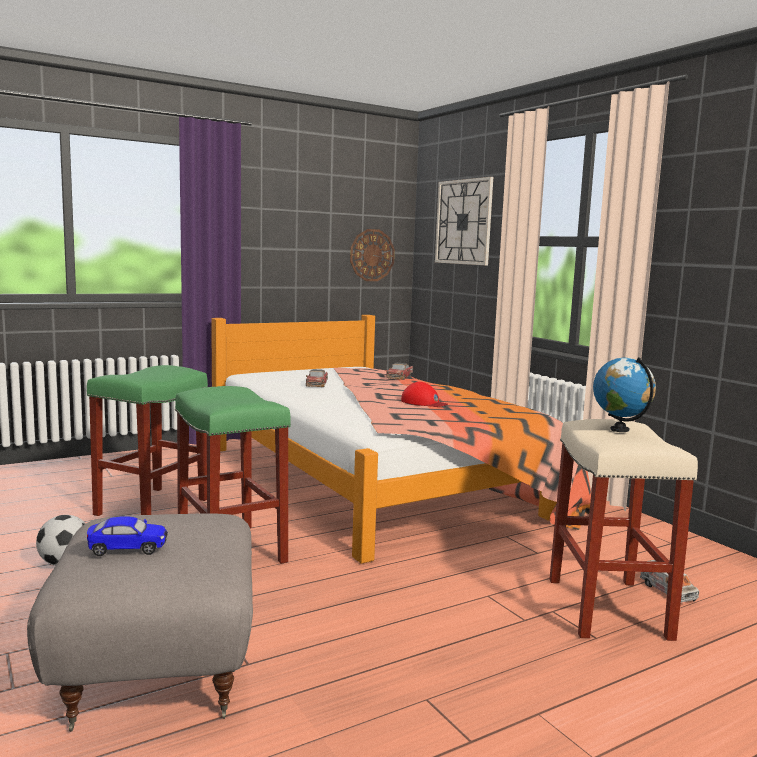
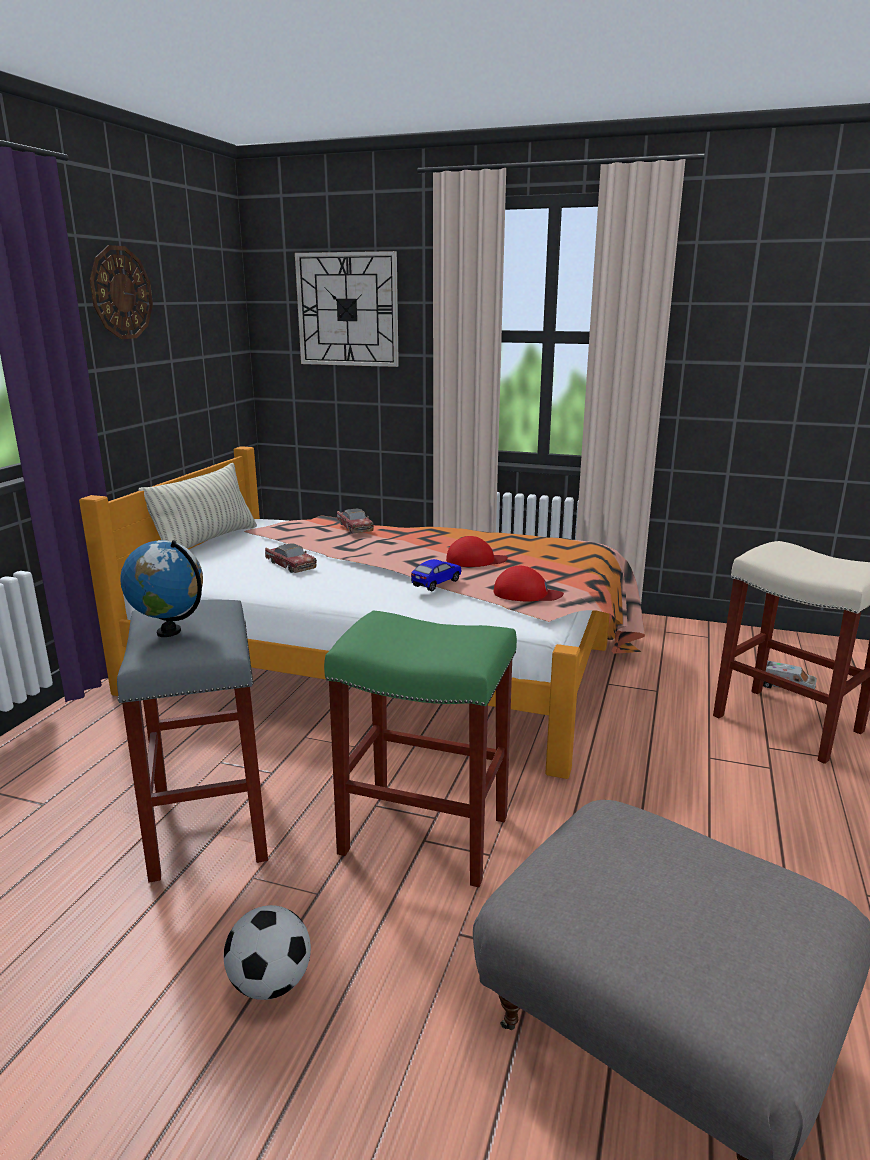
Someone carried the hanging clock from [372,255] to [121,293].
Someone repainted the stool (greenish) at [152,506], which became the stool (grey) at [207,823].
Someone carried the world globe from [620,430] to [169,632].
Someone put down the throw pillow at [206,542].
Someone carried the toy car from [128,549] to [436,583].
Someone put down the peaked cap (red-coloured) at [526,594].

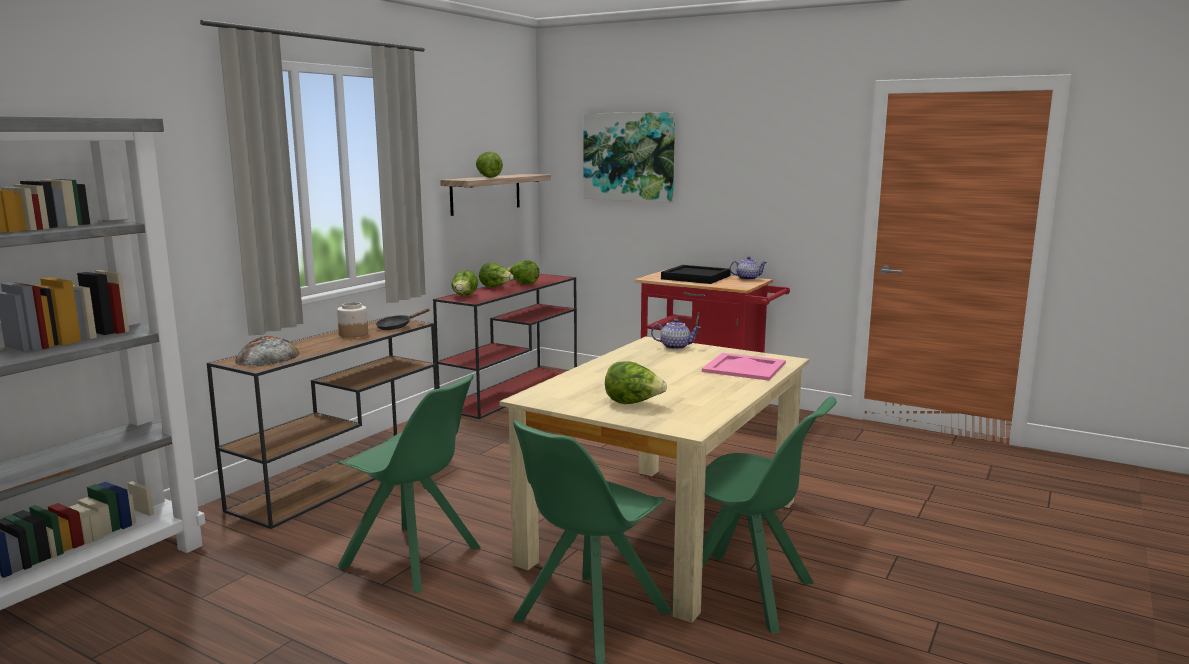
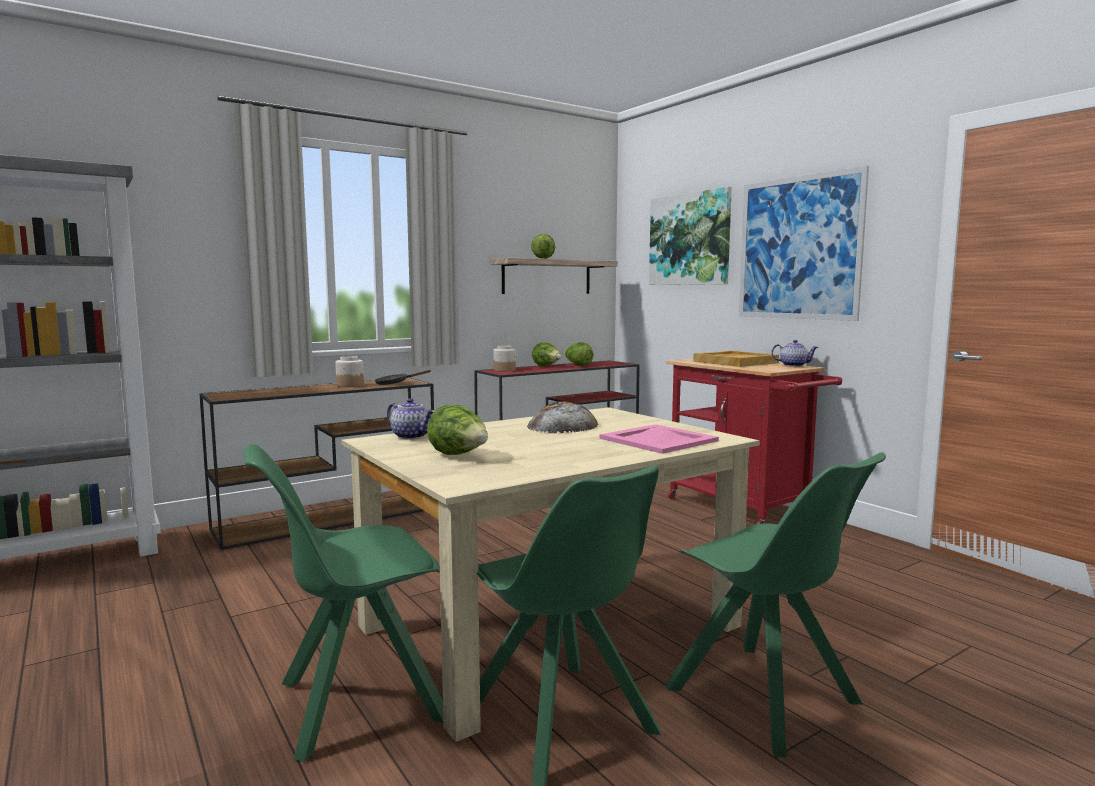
Someone carried the teapot from [675,347] to [412,436].
Someone swapped the lettuce at [465,296] for the jar at [505,370].
Someone carried the baked bread from [267,357] to [562,425].
Someone carried the upright chair (greenish) from [414,559] to [766,698].
Someone repainted the serving tray (black-coloured) at [695,277], which became the serving tray (beige) at [735,362].
Someone put up the wall picture at [798,248].

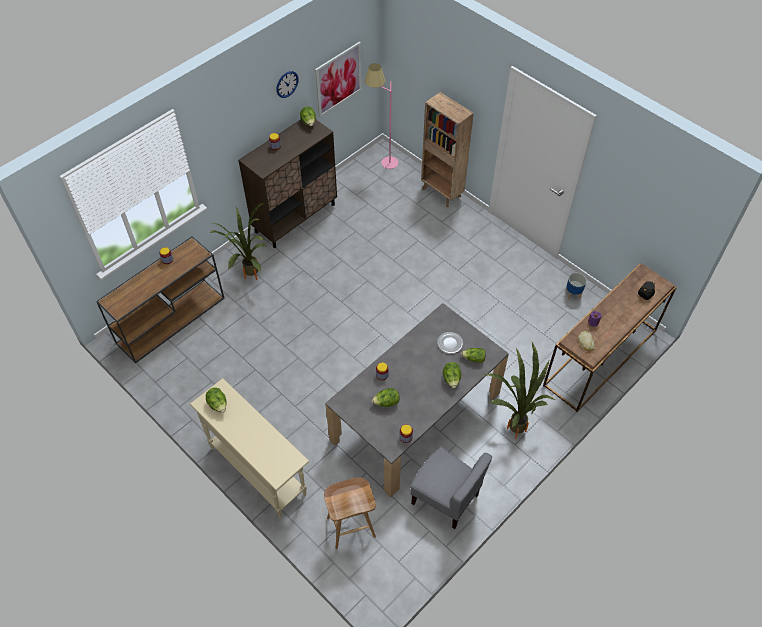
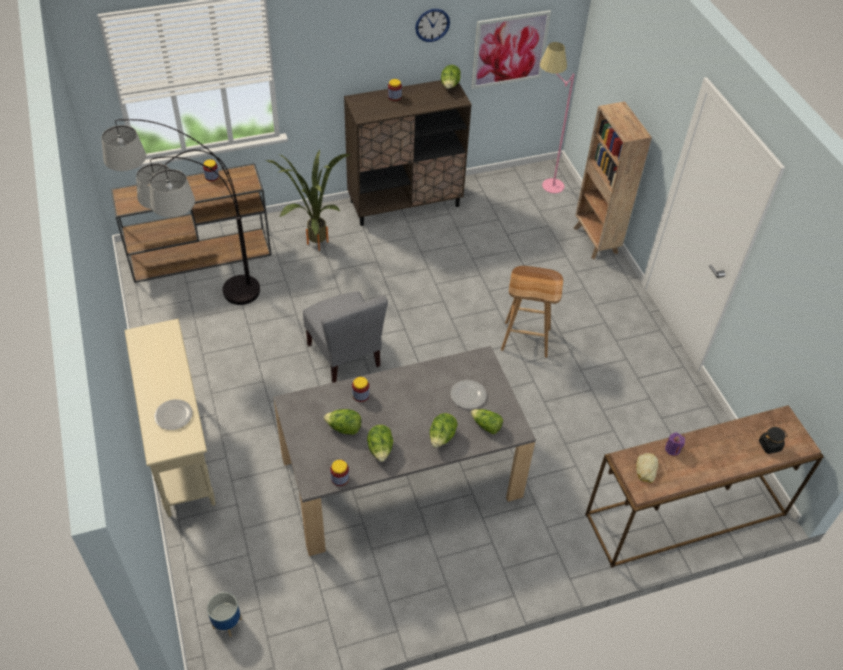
Someone put down the standard lamp at [203,314].
Someone put down the plate at [173,415].
Someone carried the planter from [573,294] to [227,623].
Someone carried the upright chair (grey) from [446,498] to [345,355].
Someone carried the lettuce from [218,404] to [380,450].
Someone carried the stool (brown) from [351,526] to [526,339].
Someone took away the houseplant at [514,425].

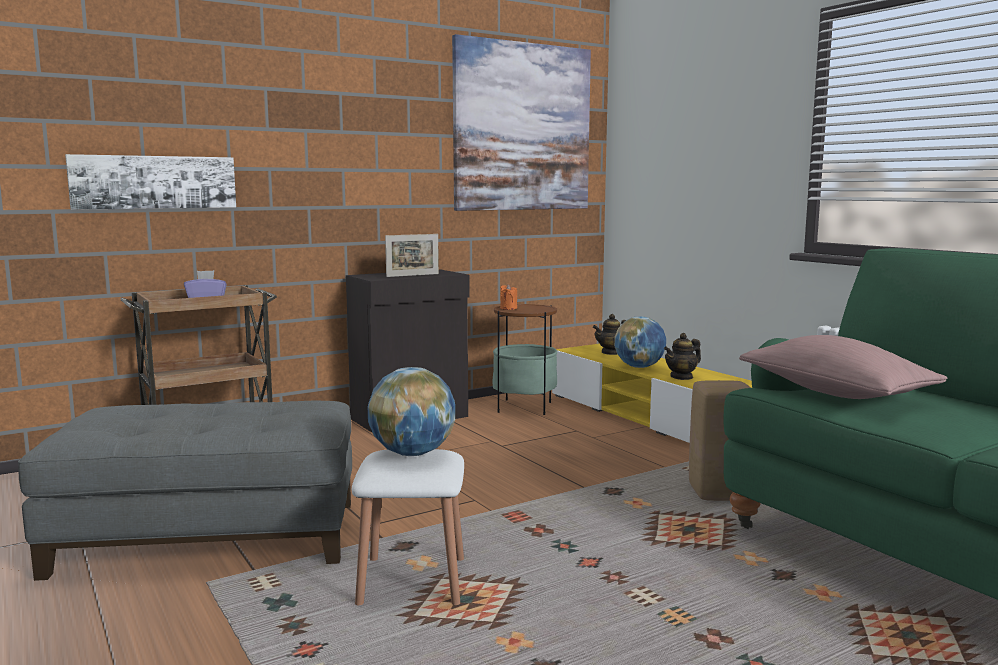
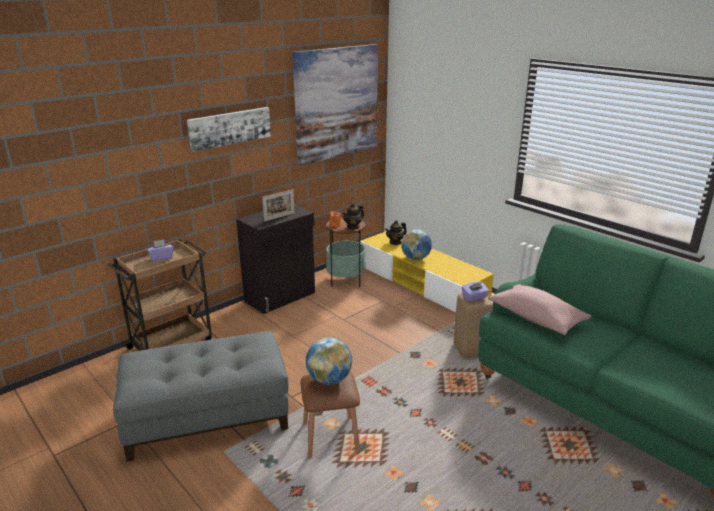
Someone carried the wall picture from [154,182] to [230,128].
Someone repainted the stool (whitish) at [412,581], which became the stool (brown) at [330,437].
Someone carried the teapot from [681,377] to [353,227].
Someone put down the tissue holder (purple) at [474,298].

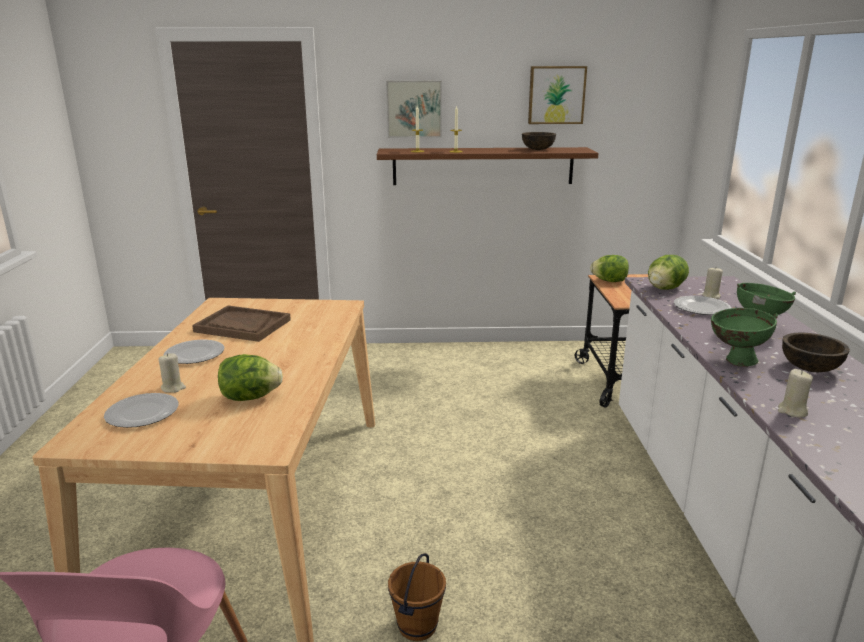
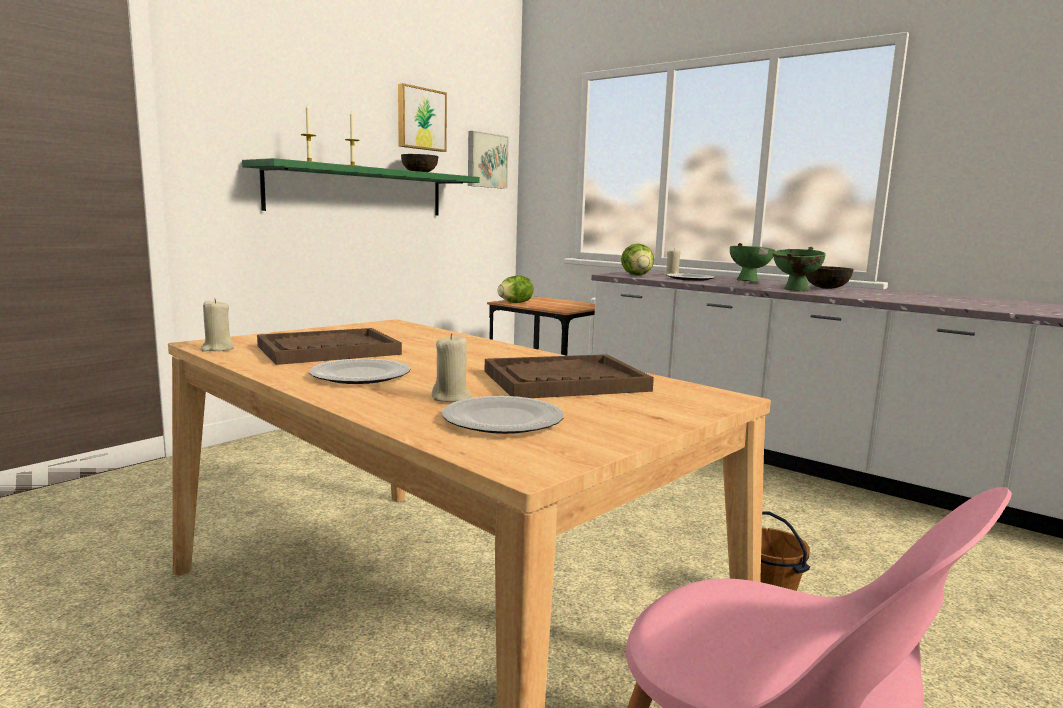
Someone carried the wax light (beige) from [792,411] to [217,349].
Someone repainted the bracket shelf (brown) at [483,166], which became the bracket shelf (greenish) at [359,191].
Someone carried the wall picture from [414,108] to [486,160].
Someone swapped the lettuce at [250,397] for the serving tray (brown) at [564,381].

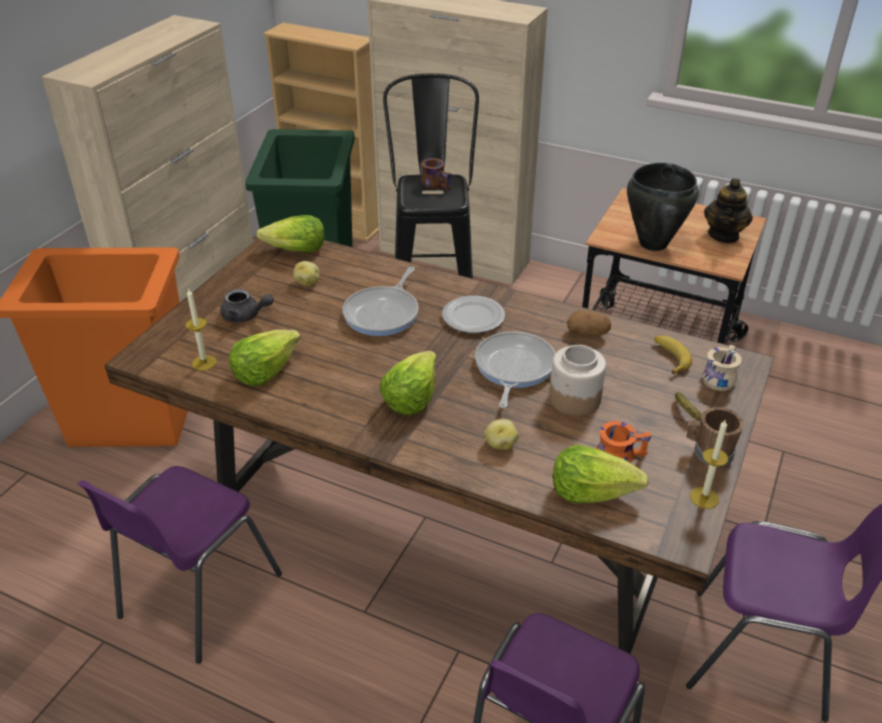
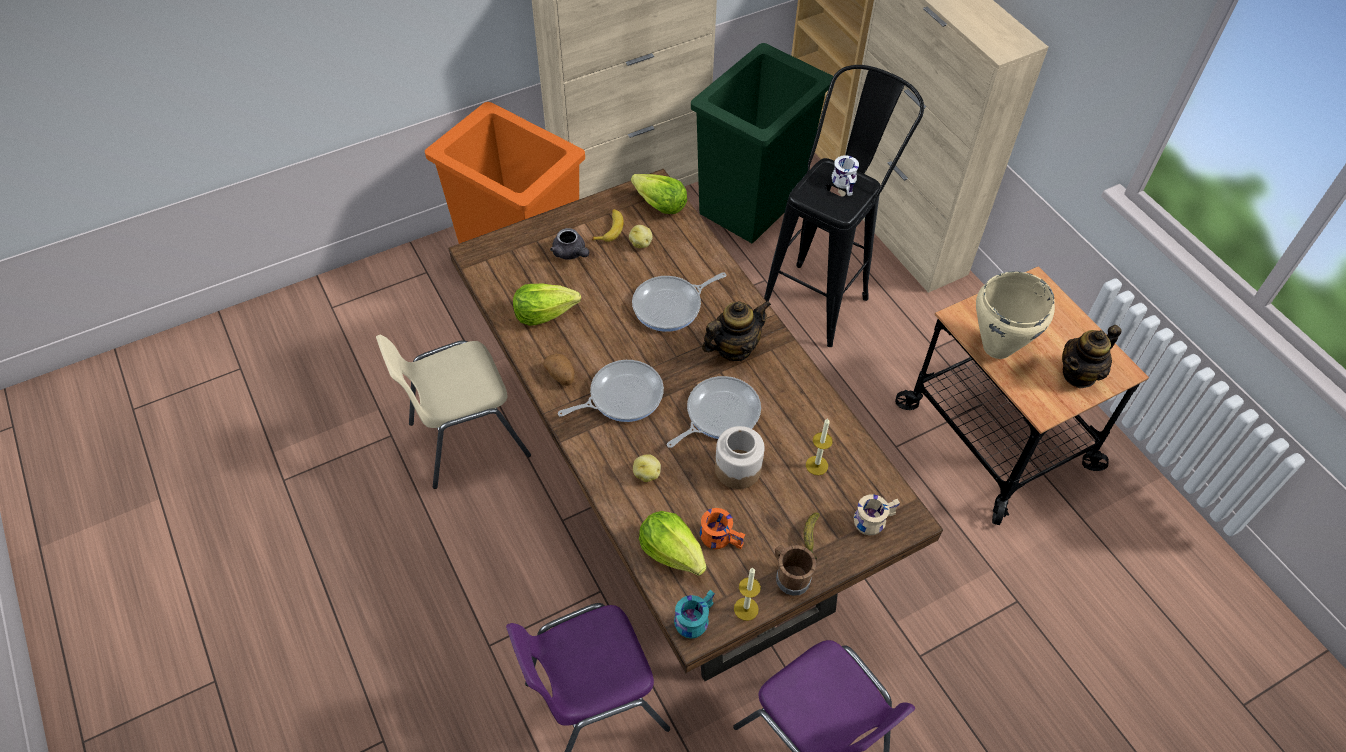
Someone repainted the upright chair (purple) at [196,597], which became the upright chair (beige) at [465,439].
Someone carried the spud from [588,333] to [561,376].
Someone swapped the lettuce at [411,397] for the skillet at [622,396].
Someone carried the whole banana from [669,357] to [609,229].
Someone put down the mug (turquoise-coloured) at [692,618].
Someone swapped the plate at [472,317] for the teapot at [734,348].
Someone carried the wax light from [204,363] to [816,465].
Someone repainted the mug (brown) at [437,184], which became the mug (whitish) at [846,183].
Someone repainted the cooking pot (black-coloured) at [652,244], which became the cooking pot (beige) at [996,347].

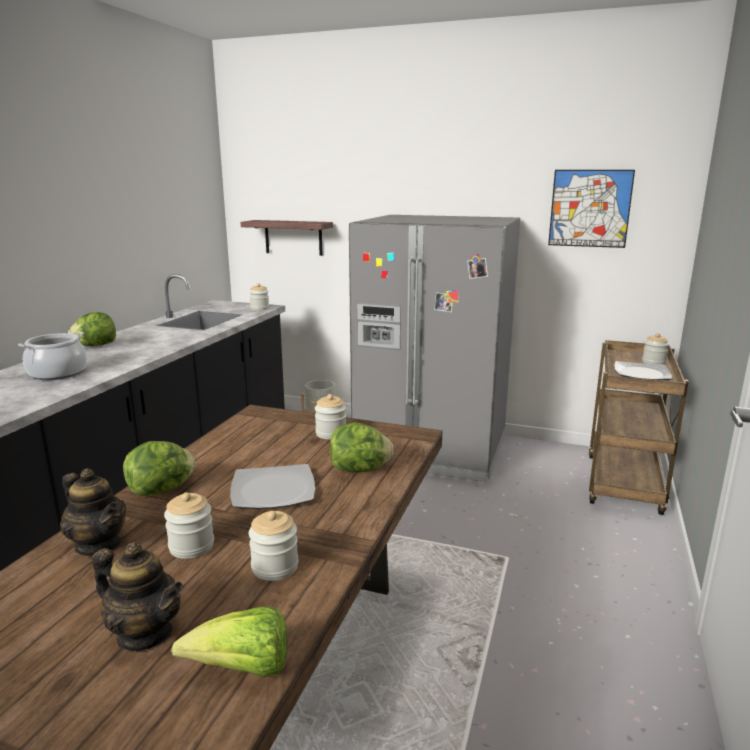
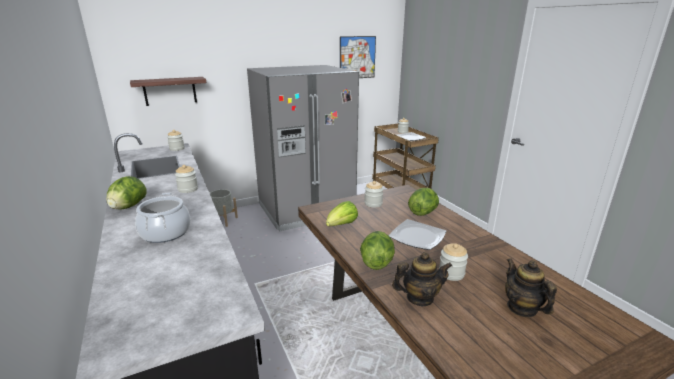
Someone carried the jar from [275,567] to [188,189].
Someone carried the lettuce from [243,670] to [341,225].
Someone rotated the teapot at [145,633] by 90 degrees counterclockwise.

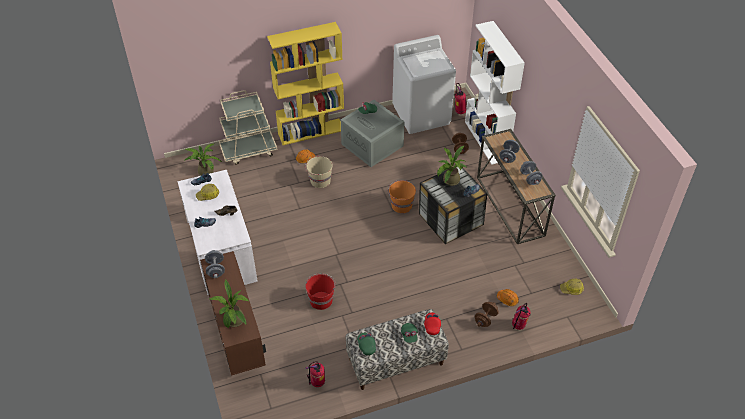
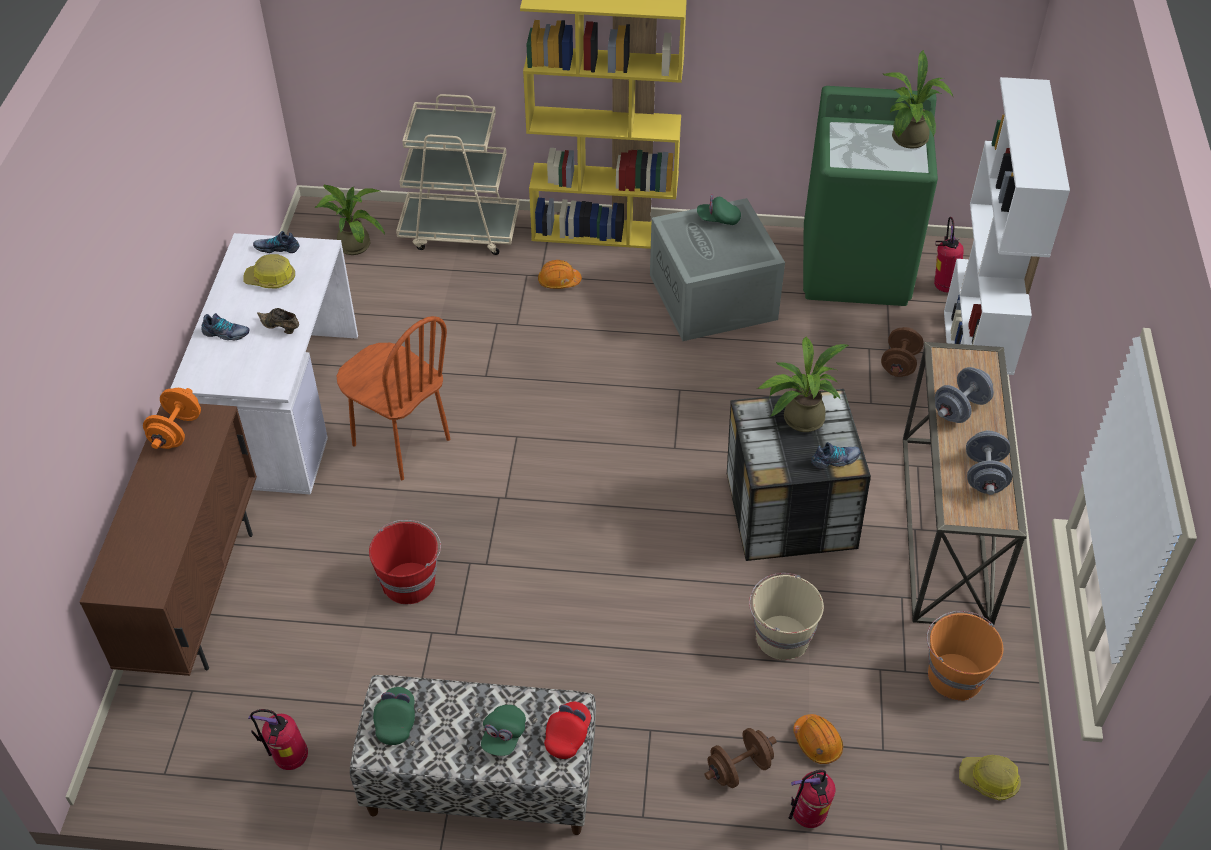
Someone repainted the hand weight (grey) at [216,269], which became the hand weight (orange-coloured) at [176,432].
Someone put down the upright chair (brown) at [400,443].
Someone carried the bucket (beige) from [320,180] to [781,637].
Someone repainted the laundry appliance (whitish) at [422,115], which became the laundry appliance (greenish) at [856,268].
Someone carried the houseplant from [234,322] to [908,141].
Someone carried the bucket (orange-coloured) from [401,205] to [954,675].

